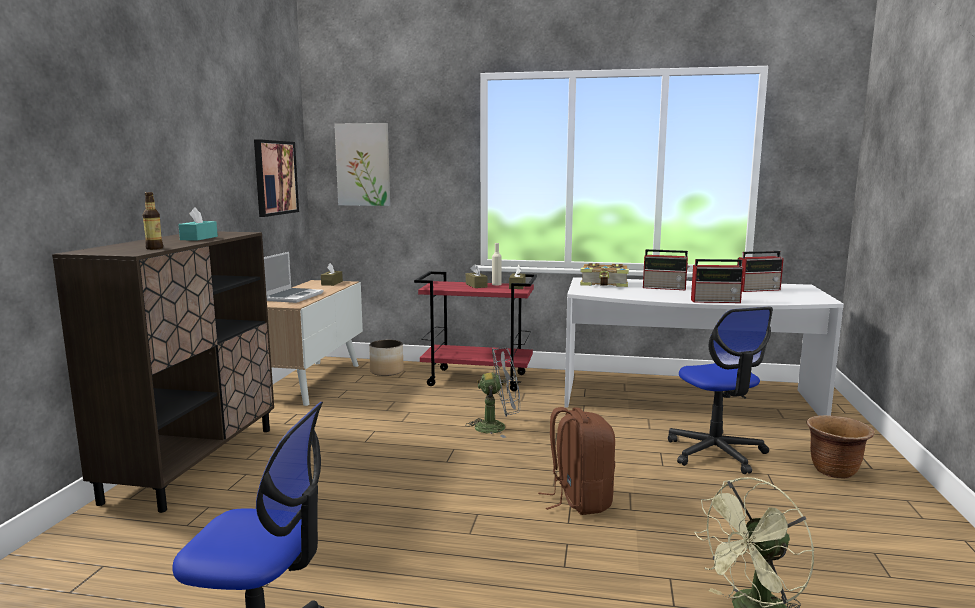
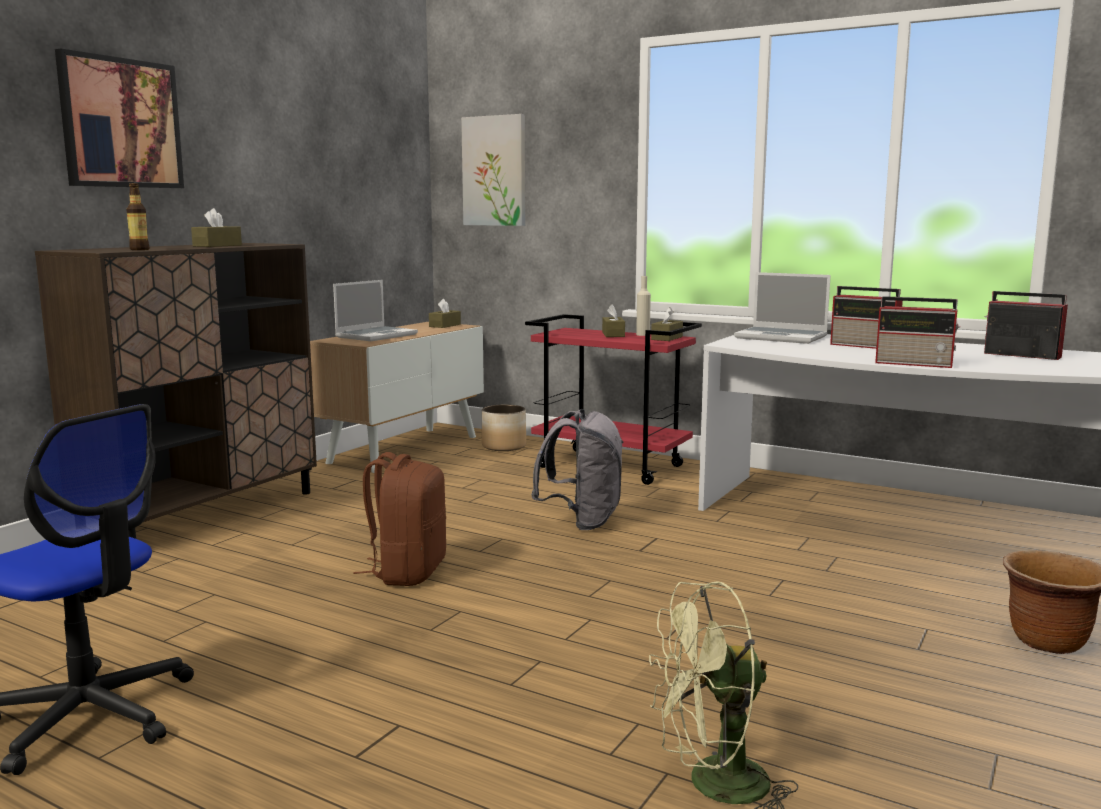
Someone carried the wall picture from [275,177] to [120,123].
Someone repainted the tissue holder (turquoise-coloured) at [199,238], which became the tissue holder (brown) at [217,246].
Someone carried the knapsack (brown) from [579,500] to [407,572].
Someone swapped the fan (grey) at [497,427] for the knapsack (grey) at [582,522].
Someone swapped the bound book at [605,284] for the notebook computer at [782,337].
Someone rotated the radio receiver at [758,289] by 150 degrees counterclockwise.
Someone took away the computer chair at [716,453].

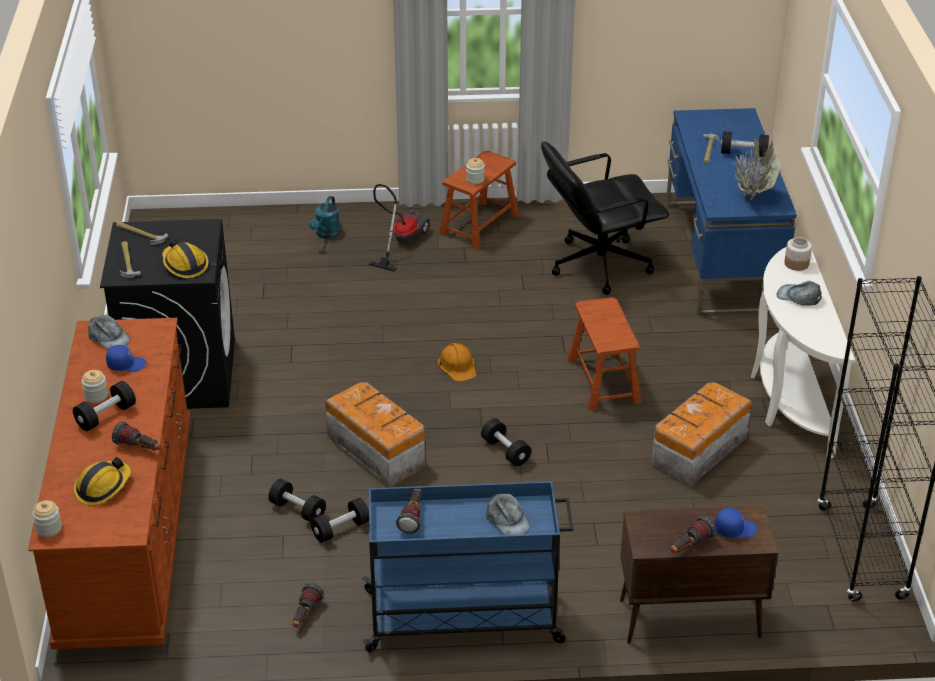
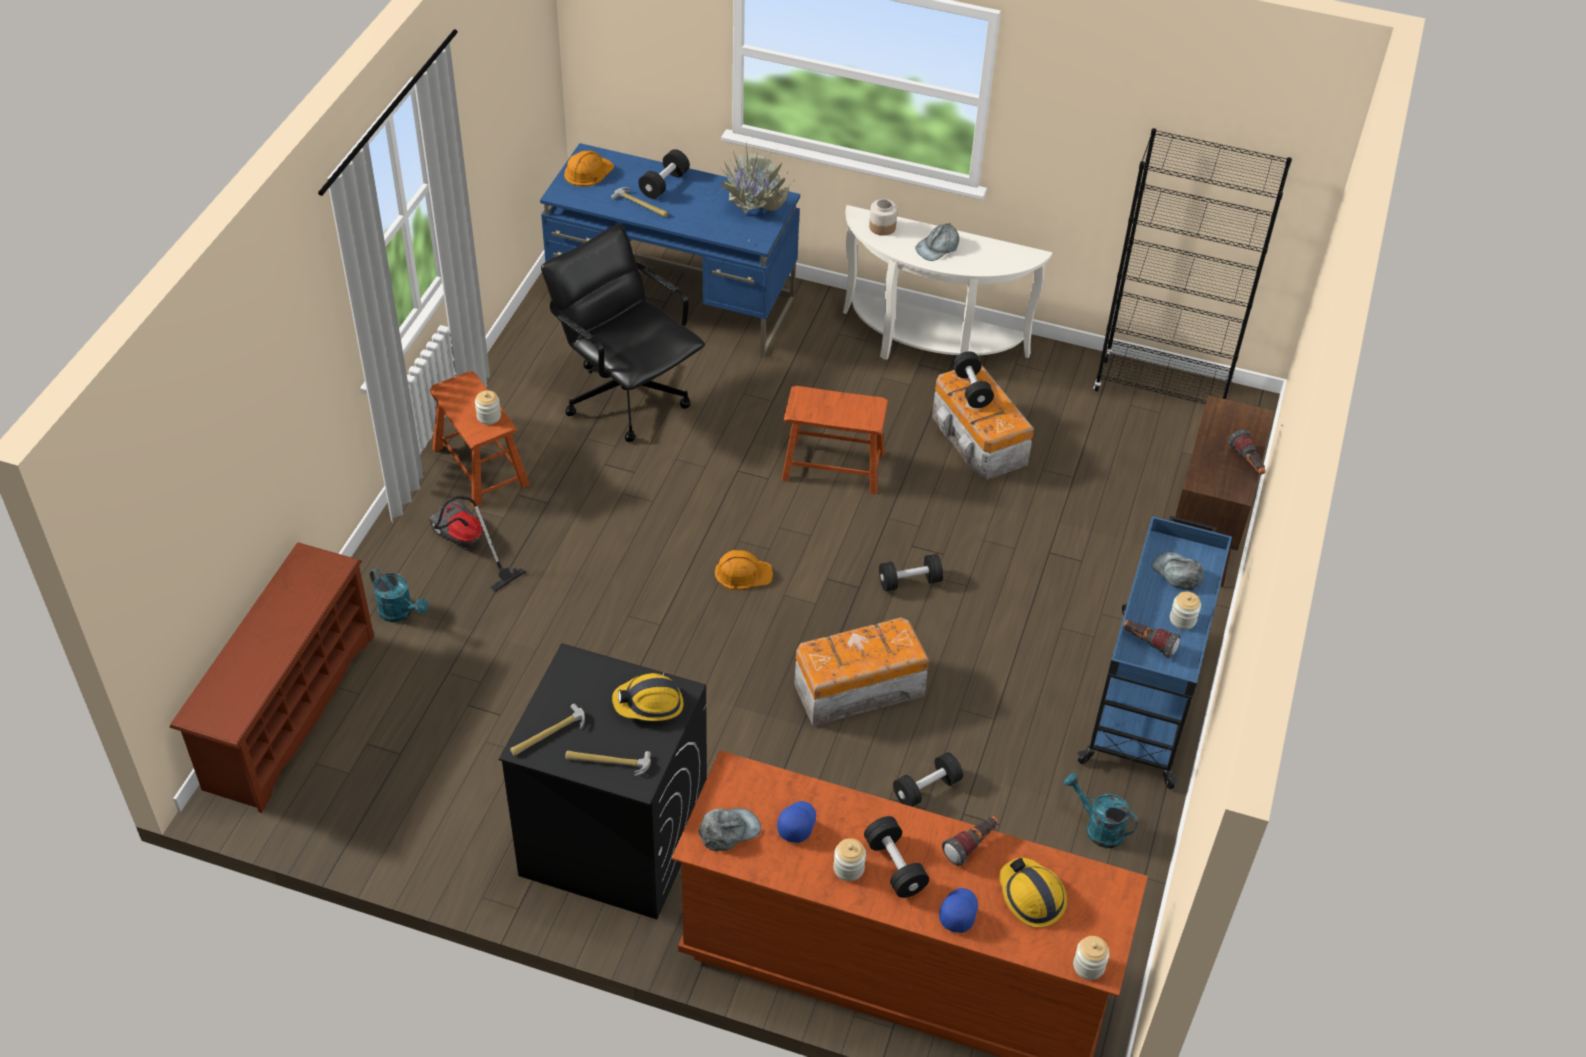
Someone put down the shoe shelf (brown) at [288,710].
Someone rotated the computer chair (black-coloured) at [599,264] by 135 degrees clockwise.
Someone put down the work helmet (orange-coloured) at [588,171].
Someone carried the peaked cap (blue-coloured) from [735,529] to [958,912].
Someone carried the hand weight (black-coloured) from [341,529] to [971,389].
Someone swapped the hand torch at [305,615] for the sprinkling can (turquoise-coloured) at [1098,827].
Someone rotated the peaked cap (grey) at [507,520] by 120 degrees counterclockwise.
Someone put down the jar at [1182,619].

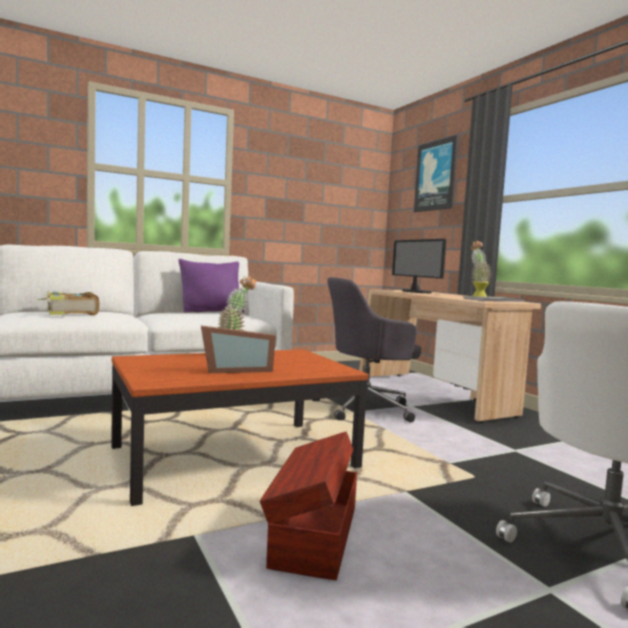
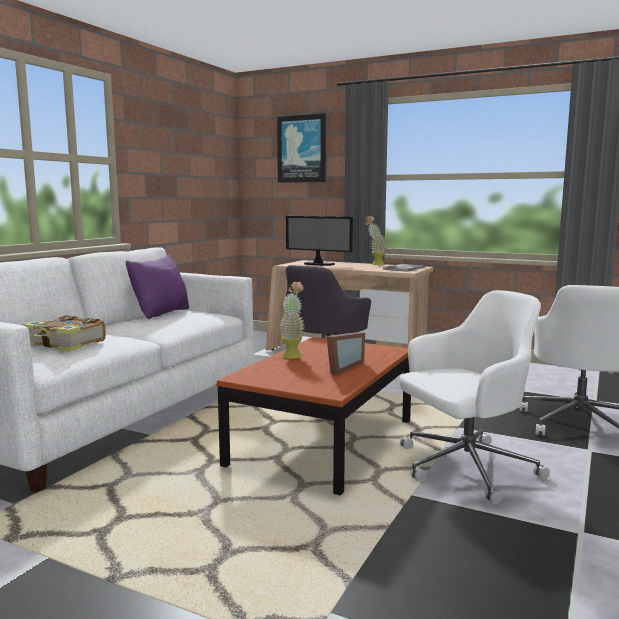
Someone swapped the storage bin (brown) at [313,535] for the computer chair (whitish) at [464,468].

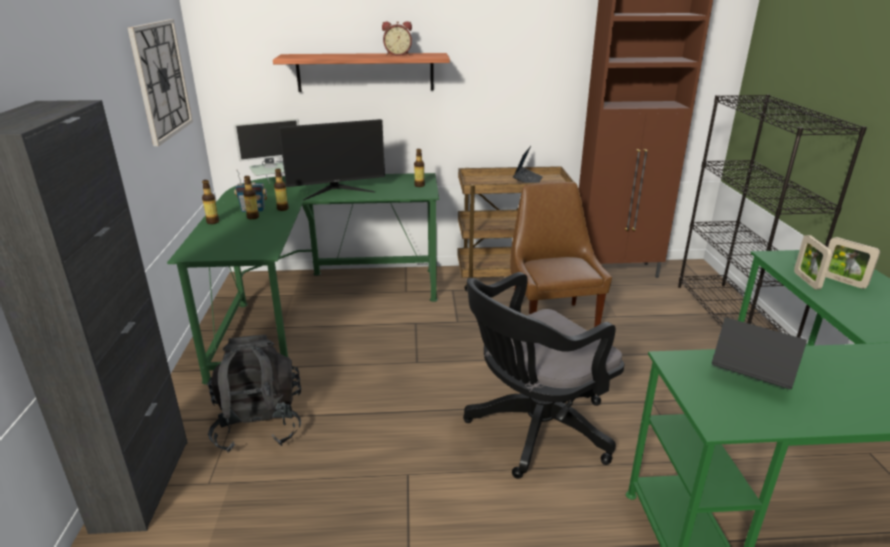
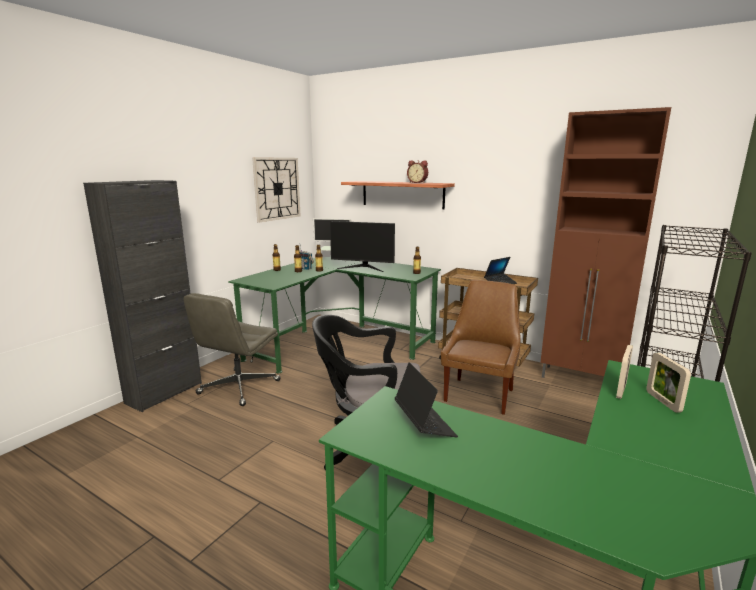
Someone swapped the knapsack (black-coloured) at [259,424] for the computer chair (grey) at [239,388].

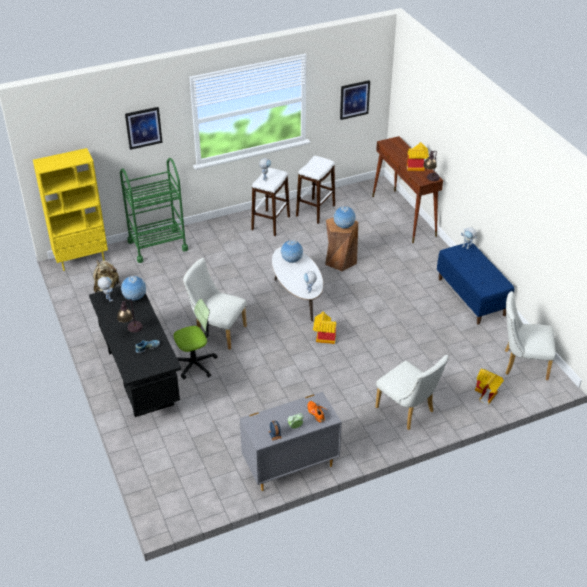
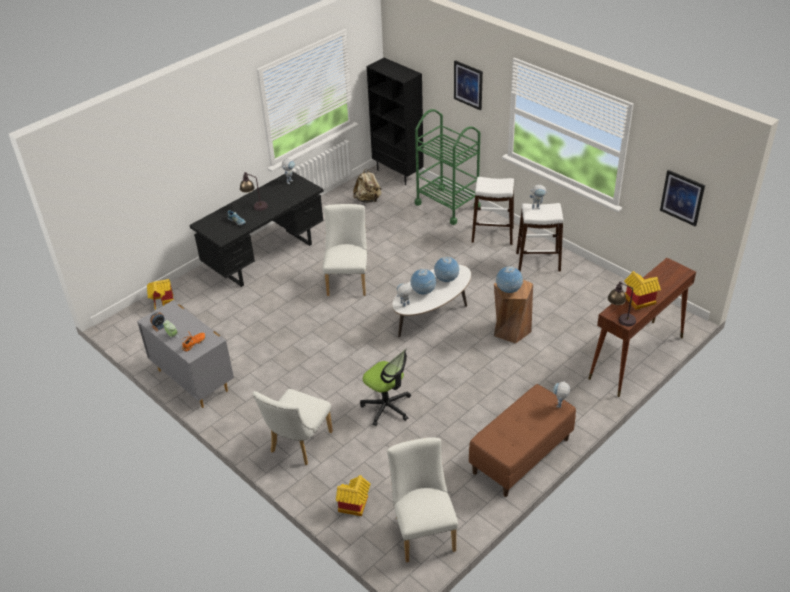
Someone carried the toy house from [323,337] to [162,302].
Someone carried the computer chair from [195,364] to [387,407].
Someone repainted the shelving unit (yellow-coloured) at [82,259], which became the shelving unit (black-coloured) at [398,173].
Someone carried the world globe from [135,298] to [423,292].
Someone repainted the bench (blue-coloured) at [472,297], which became the bench (brown) at [521,456].
Someone carried the stool (whitish) from [315,211] to [492,235].

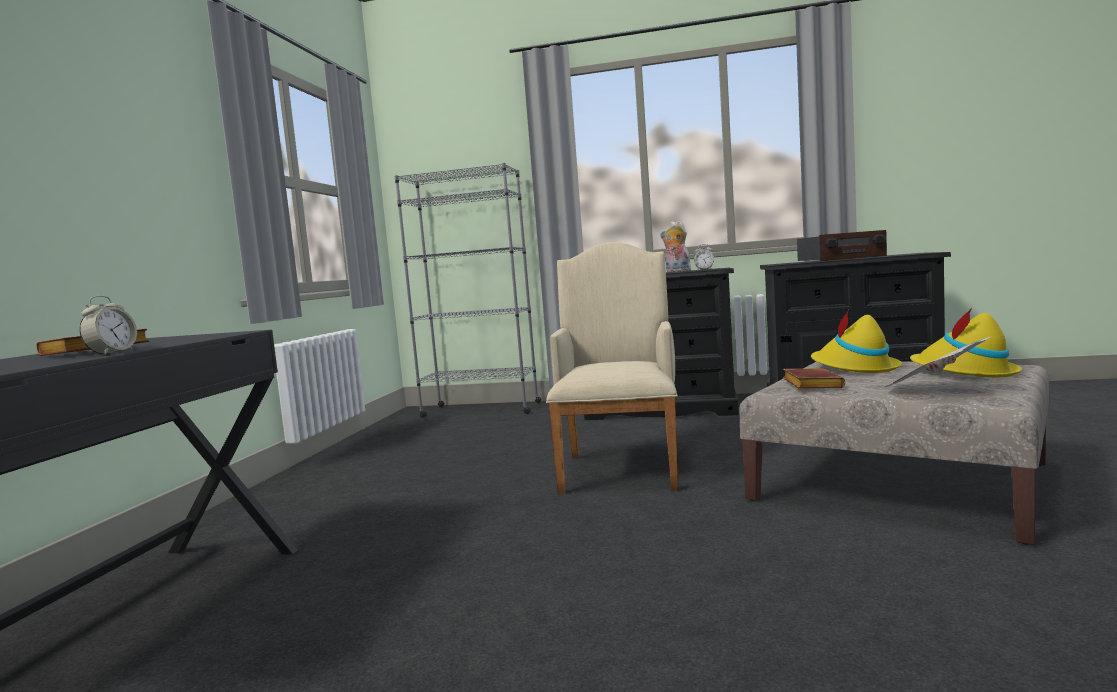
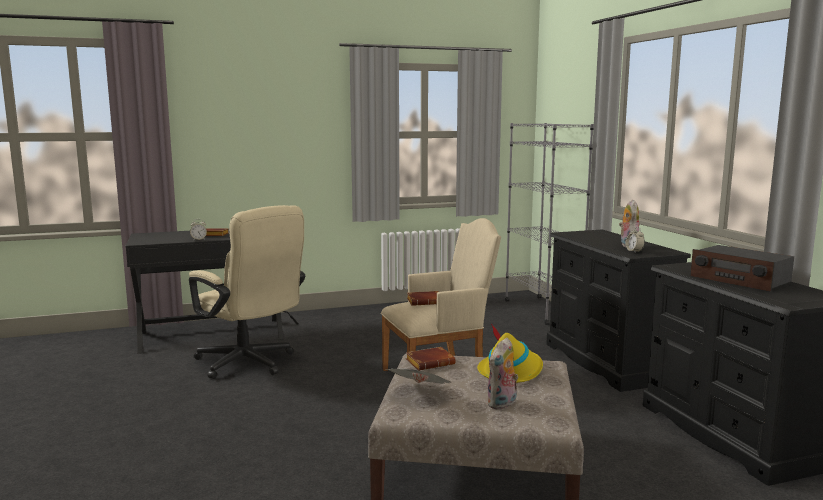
Someone put down the computer chair (beige) at [250,364].
Someone put down the bound book (brown) at [425,301].
Someone swapped the hat (yellow-coloured) at [964,372] for the cuddly toy at [502,404].

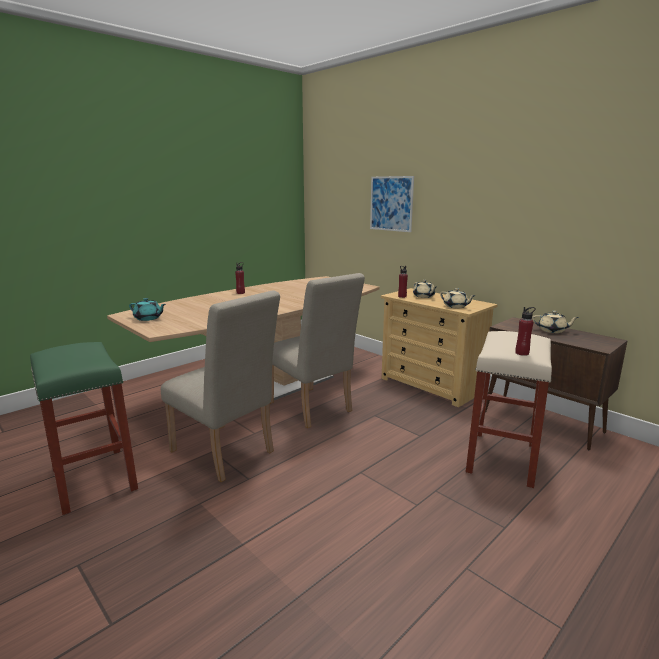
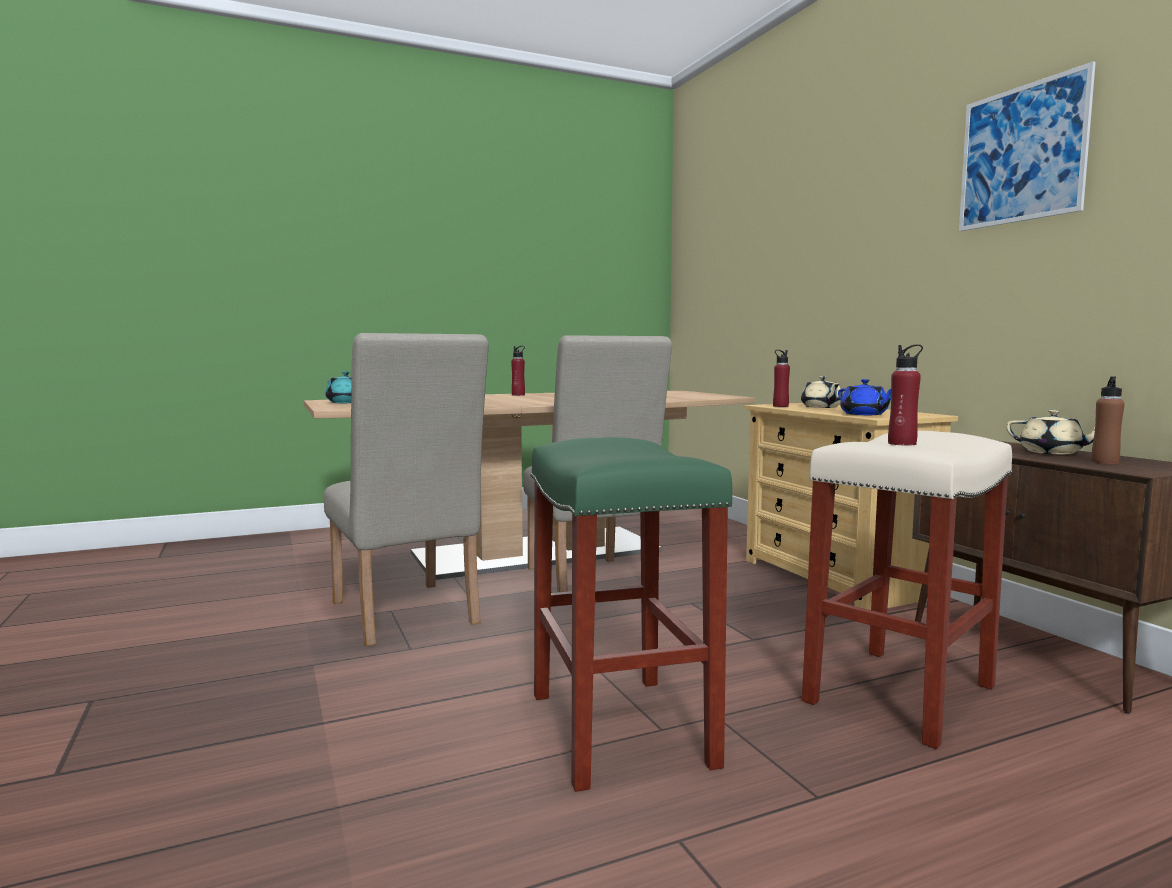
Someone carried the stool (greenish) from [95,479] to [622,730].
Someone repainted the teapot (beige) at [456,306], which became the teapot (blue-coloured) at [864,414].
Someone carried the wall picture from [391,203] to [1022,154].
Someone put down the bottle (brown) at [1104,462].

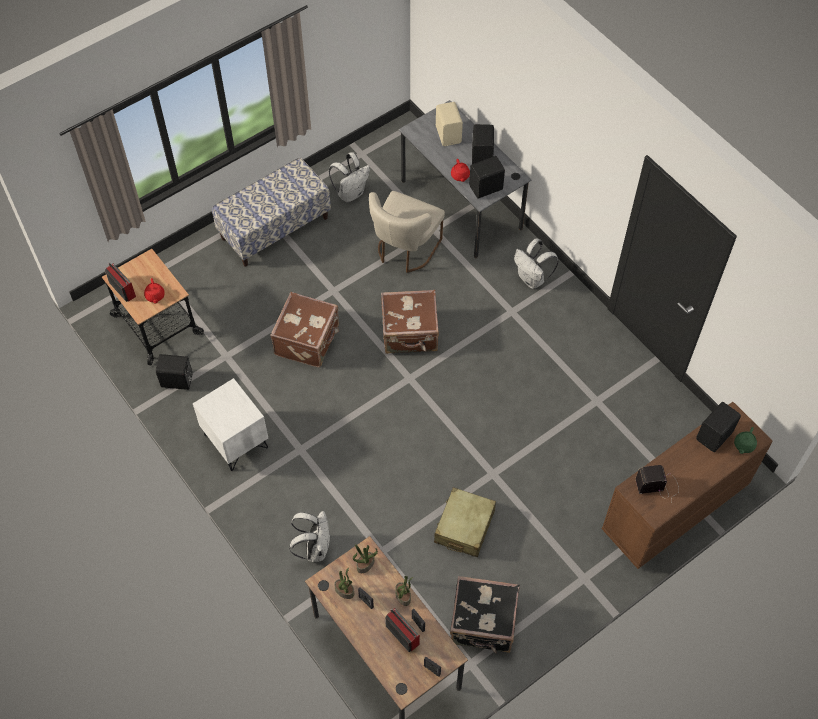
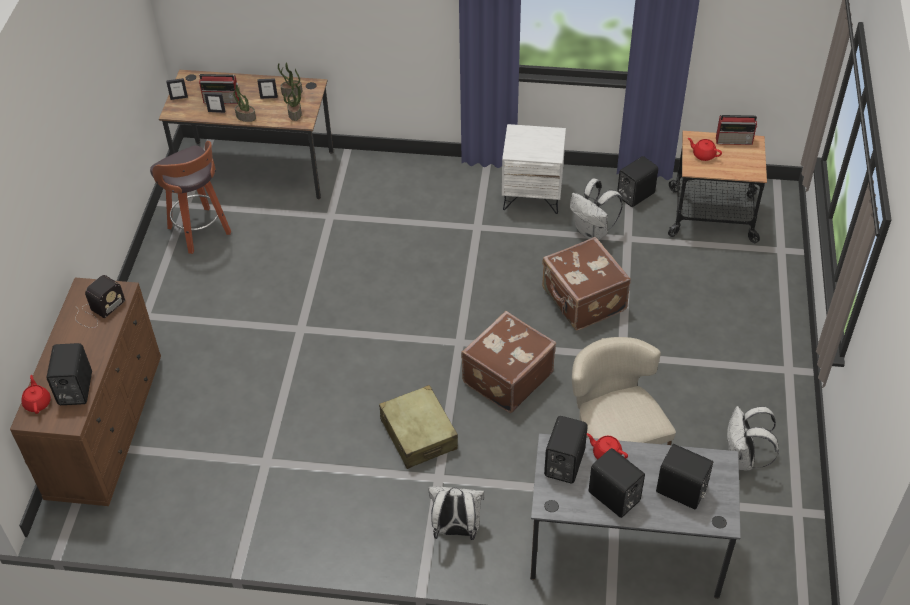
Someone repainted the teapot (greenish) at [744,445], which became the teapot (red-coloured) at [37,402].
Someone swapped the suitcase (black-coloured) at [483,624] for the stool at [200,232].
Someone carried the suitcase (beige) from [464,527] to [418,434].
Someone carried the knapsack (whitish) from [314,548] to [593,232].
Someone repainted the speaker (beige) at [449,134], which became the speaker (black-coloured) at [681,492].
Someone took away the bench at [275,228].

